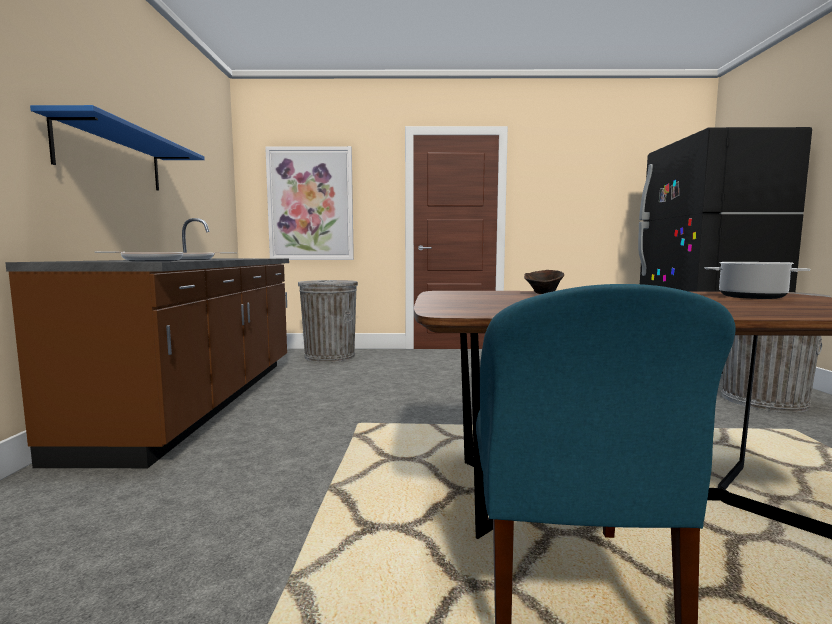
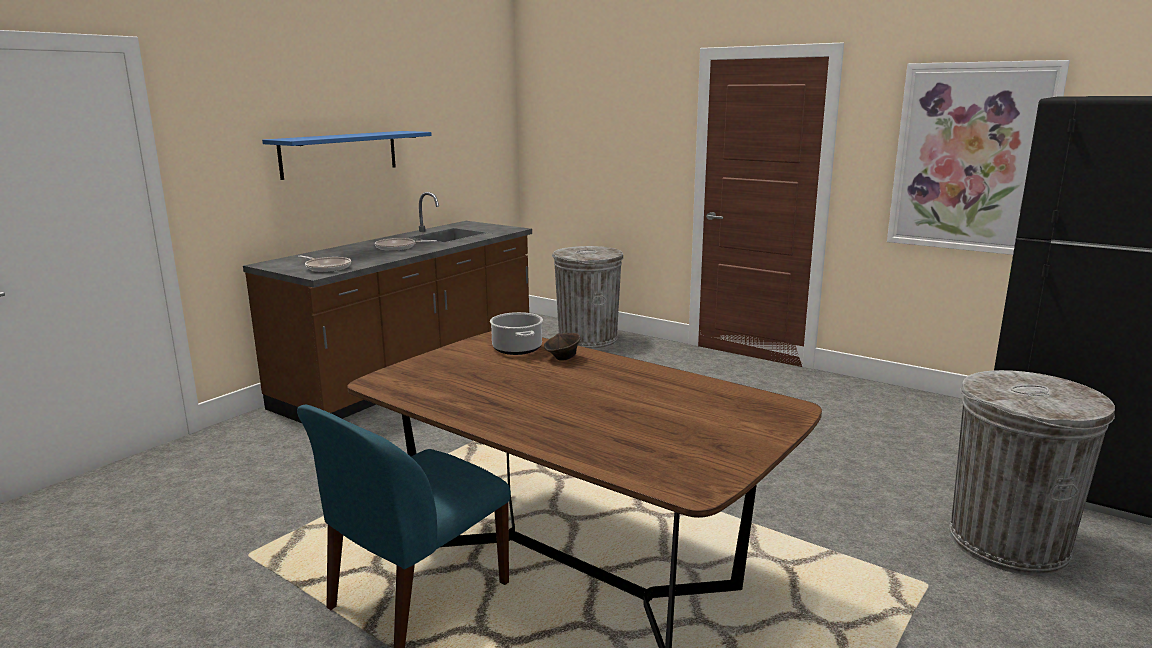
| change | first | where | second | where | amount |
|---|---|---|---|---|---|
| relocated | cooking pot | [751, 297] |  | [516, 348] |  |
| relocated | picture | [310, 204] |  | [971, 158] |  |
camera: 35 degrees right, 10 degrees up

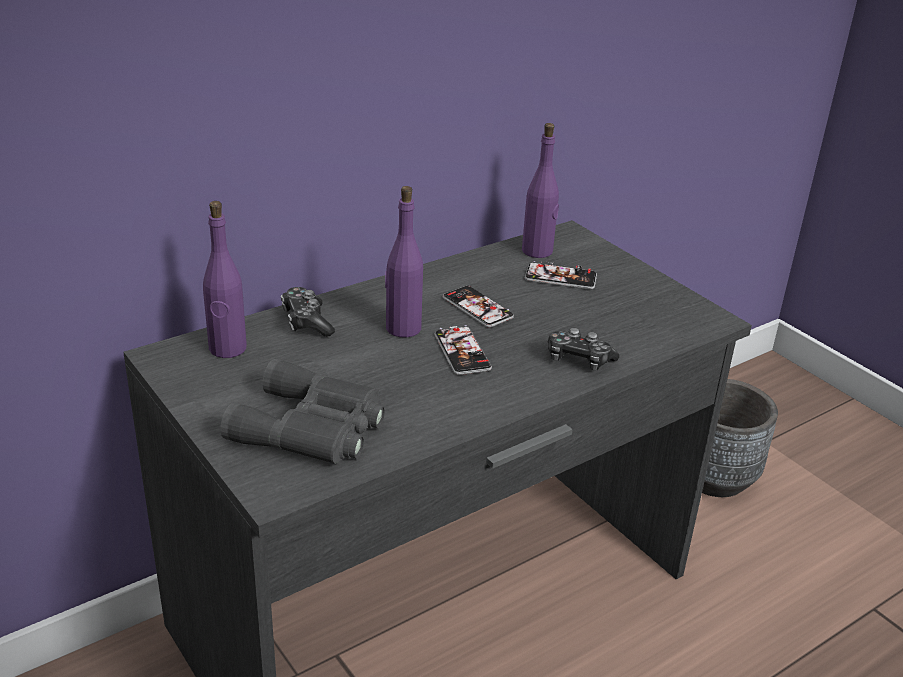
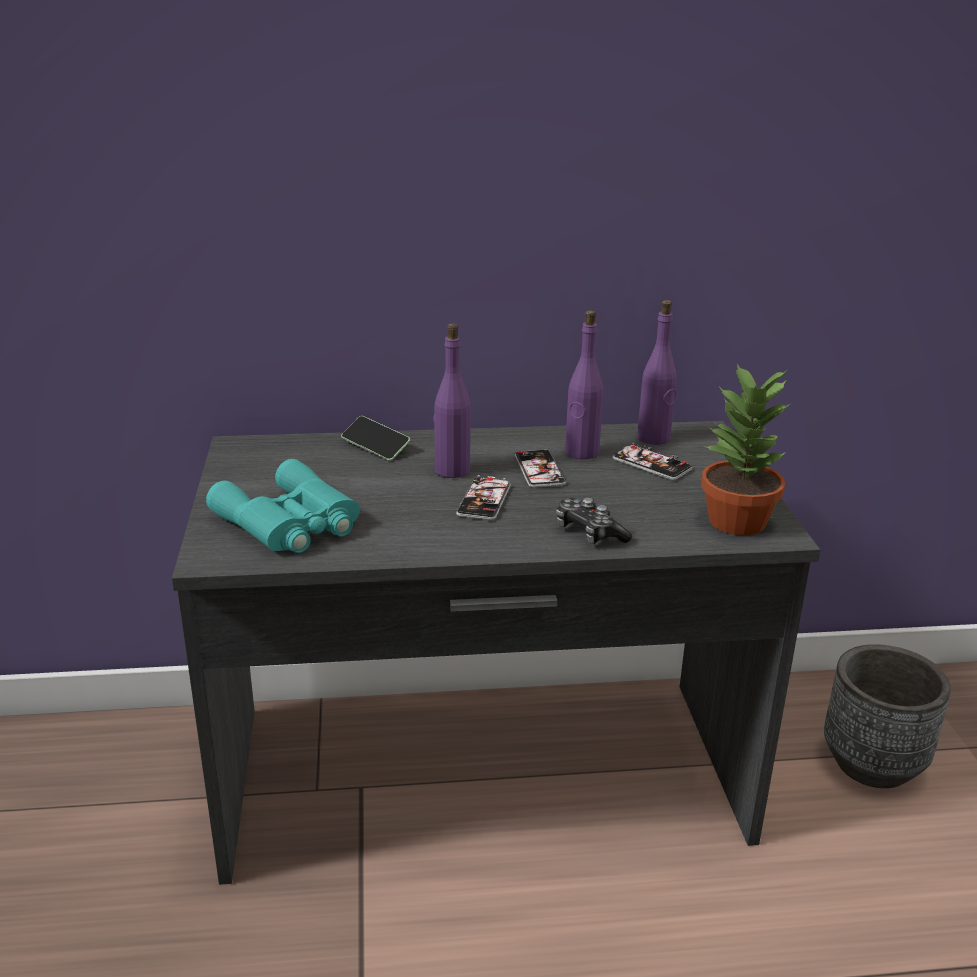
| change | first | where | second | where | amount |
|---|---|---|---|---|---|
| colour | grey binoculars | [312, 428] | turquoise binoculars | [290, 523] |  |
| exchanged | game controller | [306, 321] | phone | [375, 447] |  |
| relocated | purple bottle | [227, 349] |  | [581, 452] |  |
| appeared |  |  | potted plant | [737, 522] |  |
camera: 30 degrees right, 5 degrees down

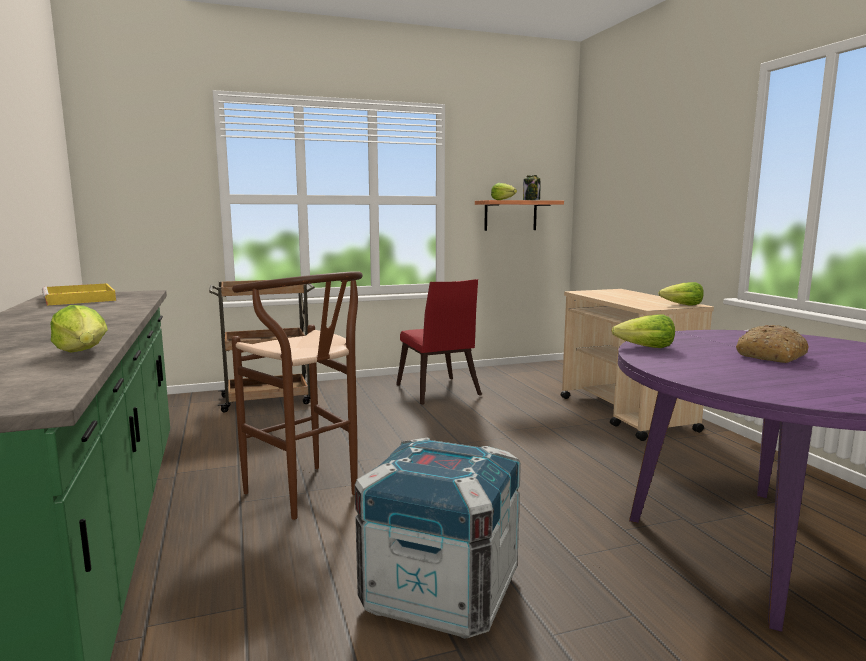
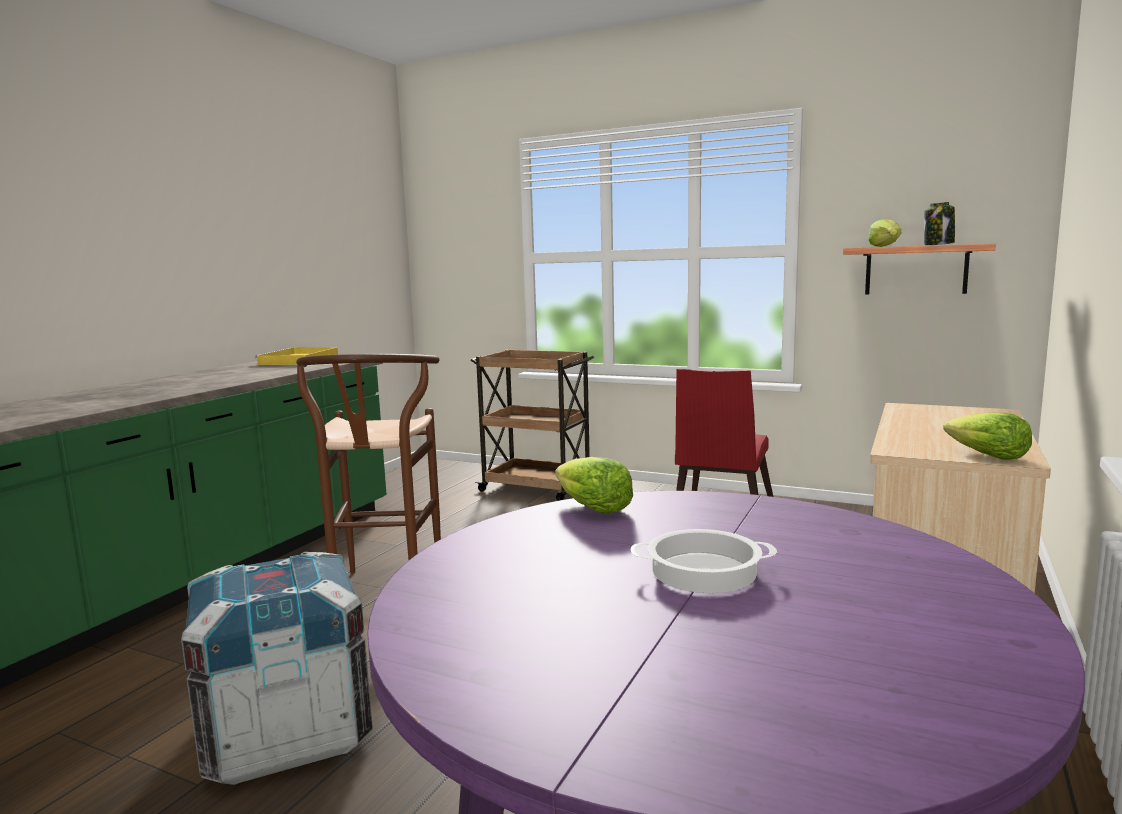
| change | first | where | second | where | amount |
|---|---|---|---|---|---|
| exchanged | bread | [770, 356] | cooking pot | [704, 571] |  |
| missing | lettuce | [84, 352] |  |  |  |
camera: 45 degrees right, 0 degrees up

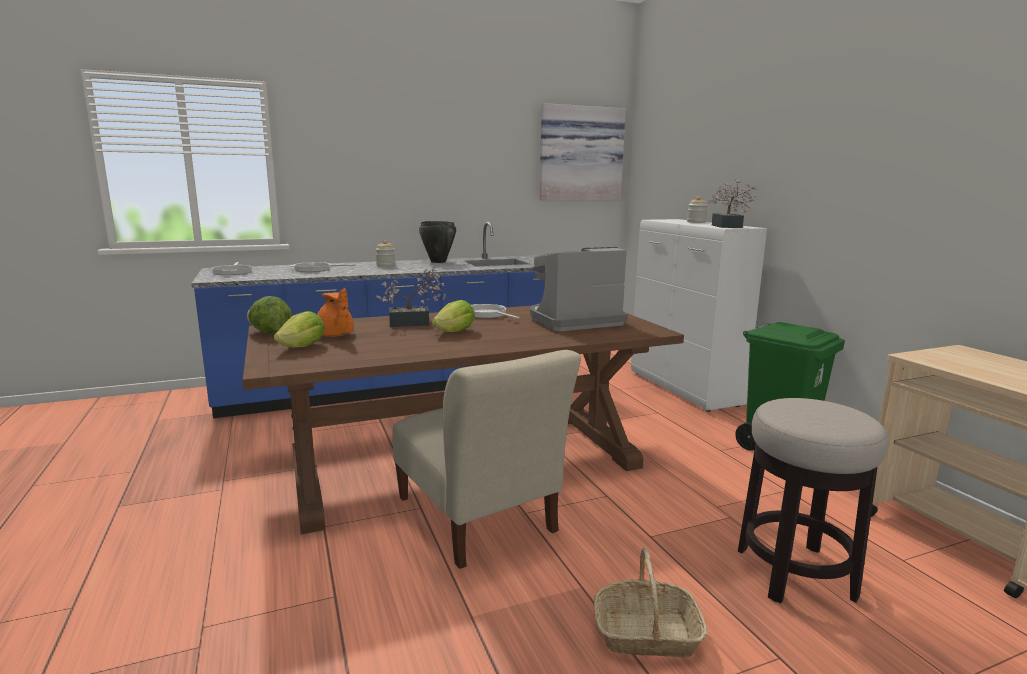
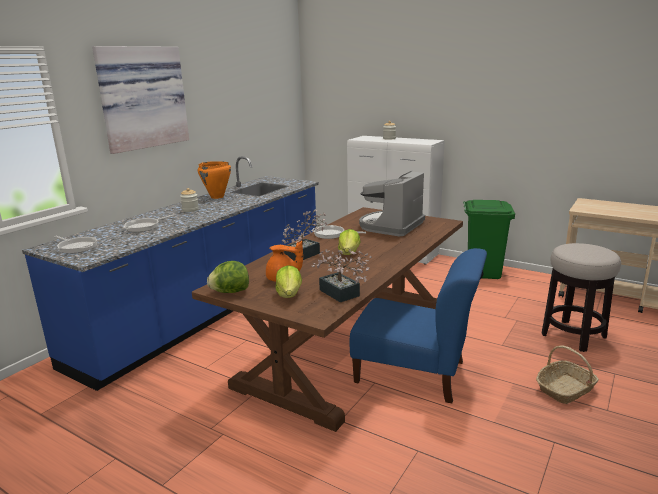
| change | first | where | second | where | amount |
|---|---|---|---|---|---|
| relocated | picture | [580, 154] |  | [141, 97] |  |
| colour | black cooking pot | [438, 262] | orange cooking pot | [217, 197] |  |
| relocated | potted plant | [727, 227] |  | [341, 294] |  |
| colour | beige chair | [477, 519] | blue chair | [415, 374] |  |
camera: 35 degrees left, 5 degrees up

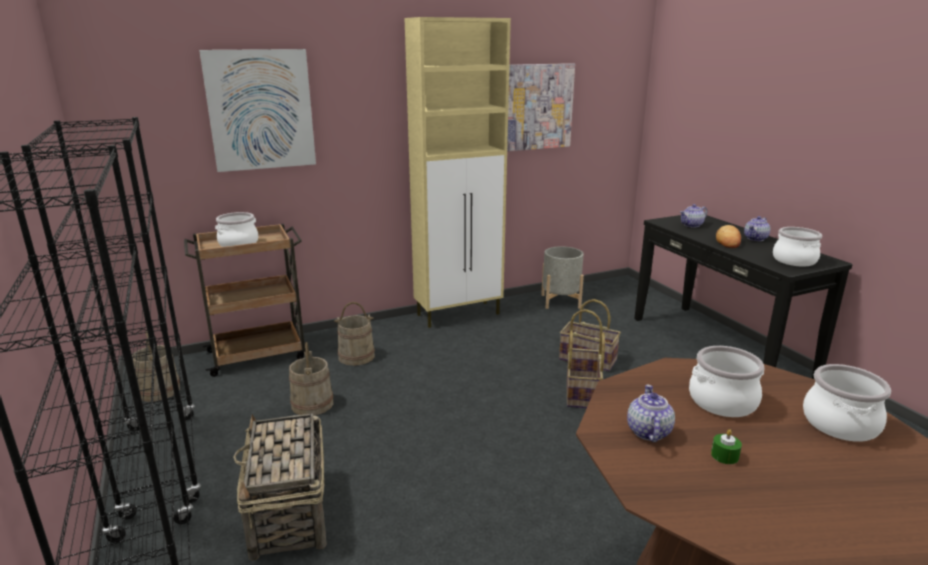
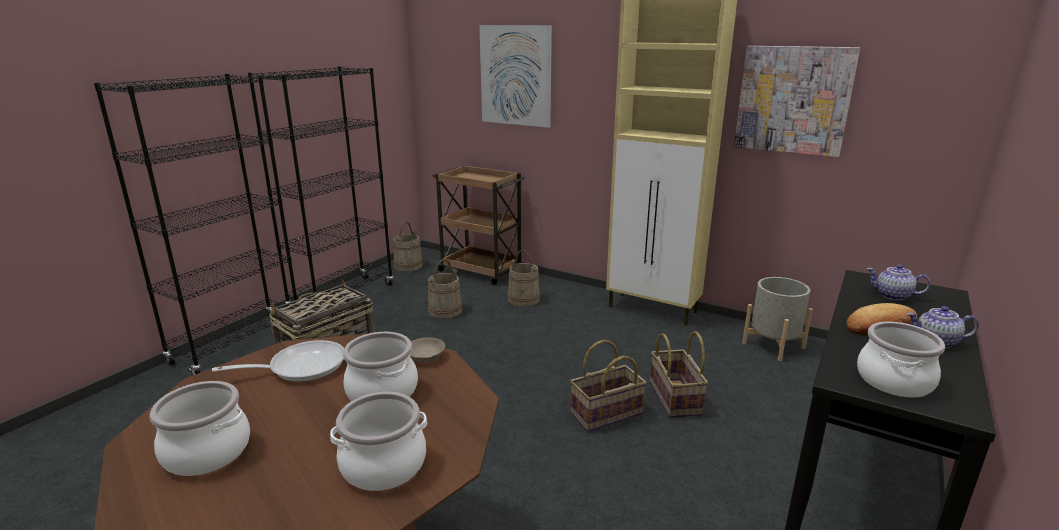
| change | first | where | second | where | amount |
|---|---|---|---|---|---|
| relocated | cooking pot | [238, 243] |  | [207, 451] |  |
| exchanged | teapot | [648, 431] | frying pan | [301, 367] |  |
| appeared |  |  | beige bowl | [426, 357] |  |
| missing | green candle | [724, 456] |  |  |  |
camera: 55 degrees right, 0 degrees up

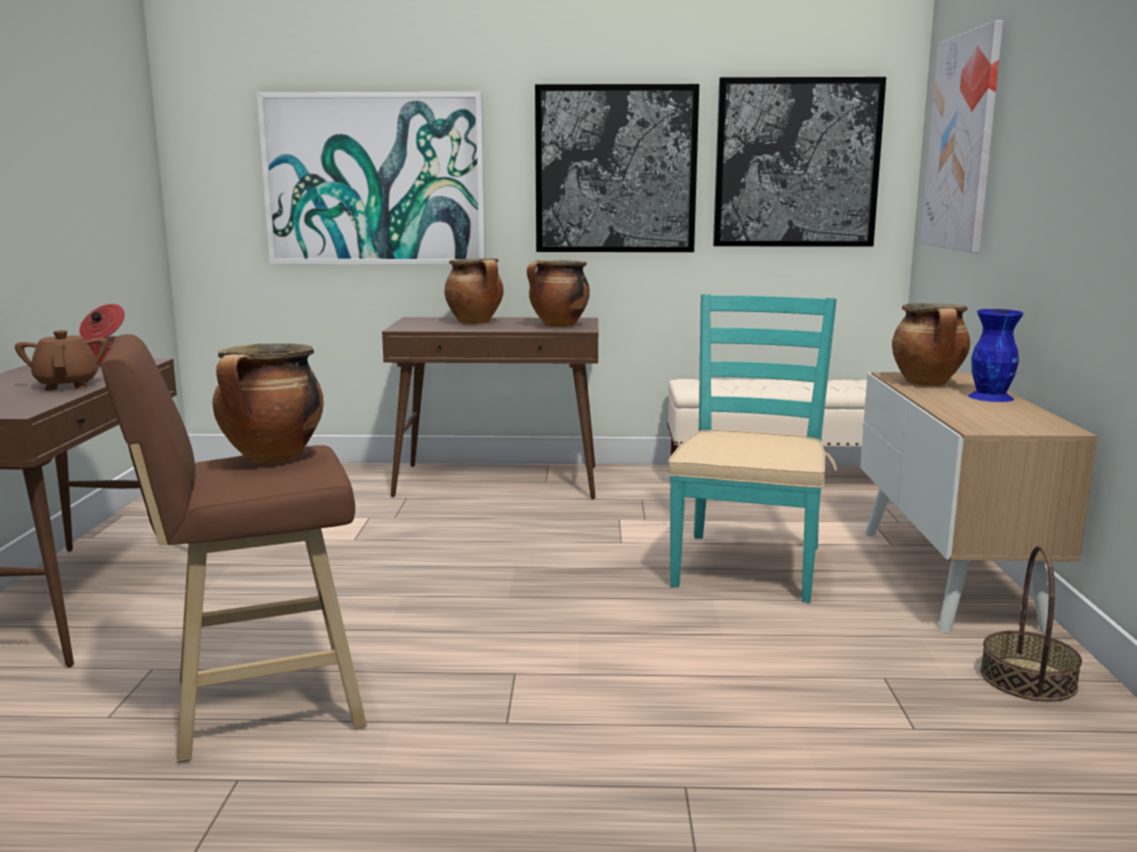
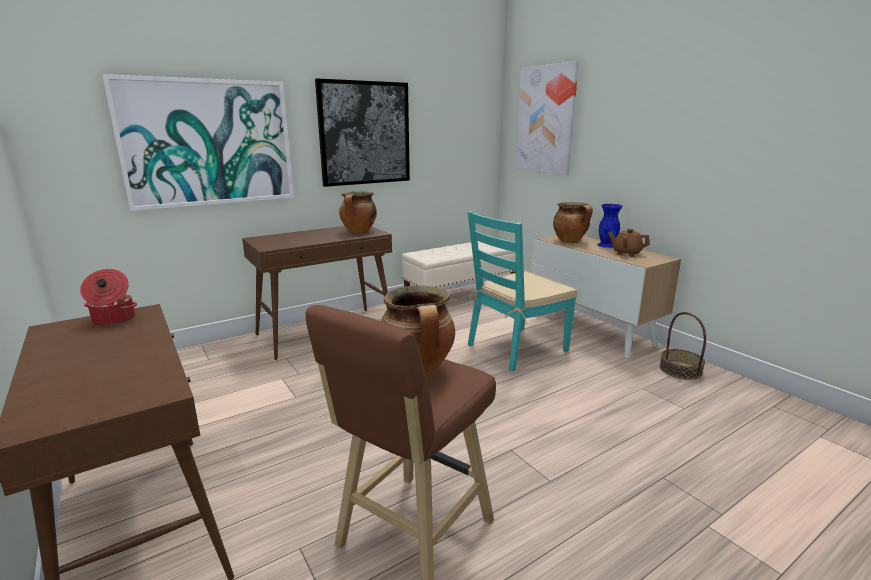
| change | first | where | second | where | amount |
|---|---|---|---|---|---|
| spun | turquoise chair | [747, 565] |  | [516, 348] | 105 degrees counterclockwise |
| relocated | brown teapot | [67, 385] |  | [626, 253] |  |
| missing | cooking pot | [476, 322] |  |  |  |
| missing | picture | [796, 163] |  |  |  |
camera: 35 degrees left, 5 degrees up

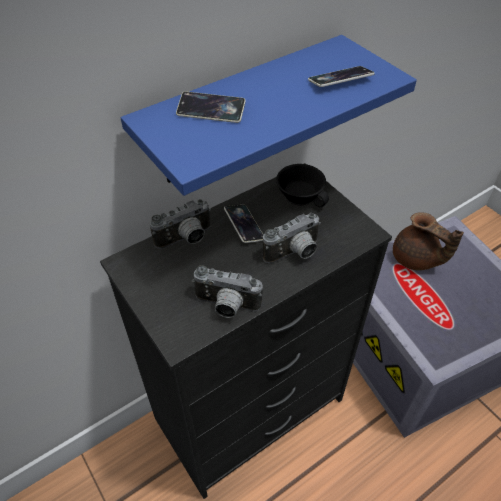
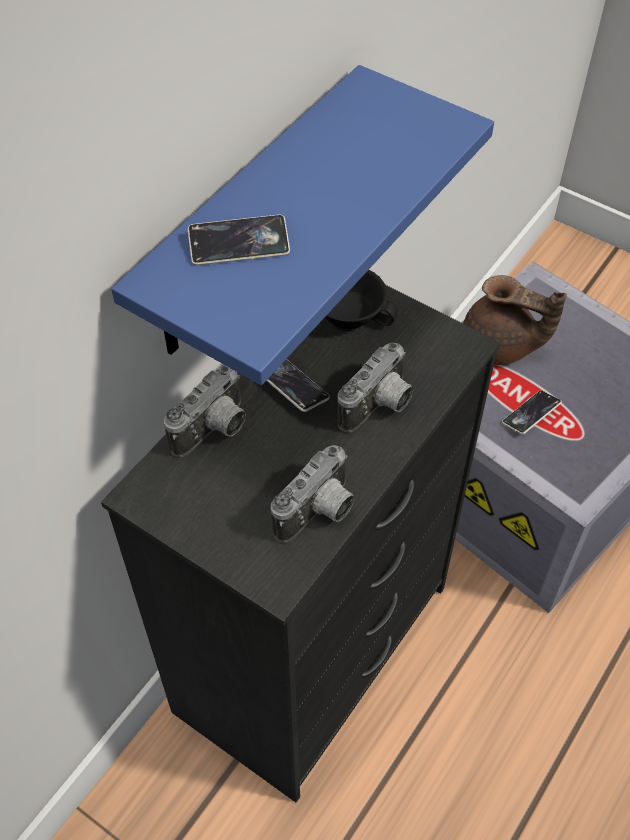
| change | first | where | second | where | amount |
|---|---|---|---|---|---|
| spun | photo camera | [226, 306] |  | [319, 513] | 45 degrees counterclockwise |
| relocated | phone | [340, 80] |  | [531, 414] |  |
camera: 20 degrees left, 5 degrees up

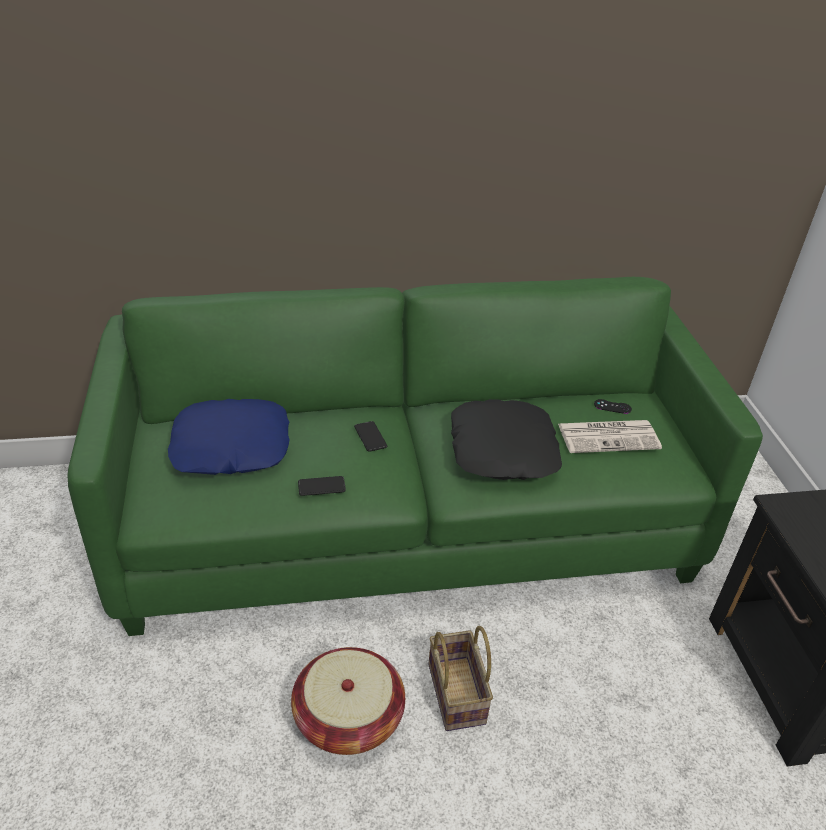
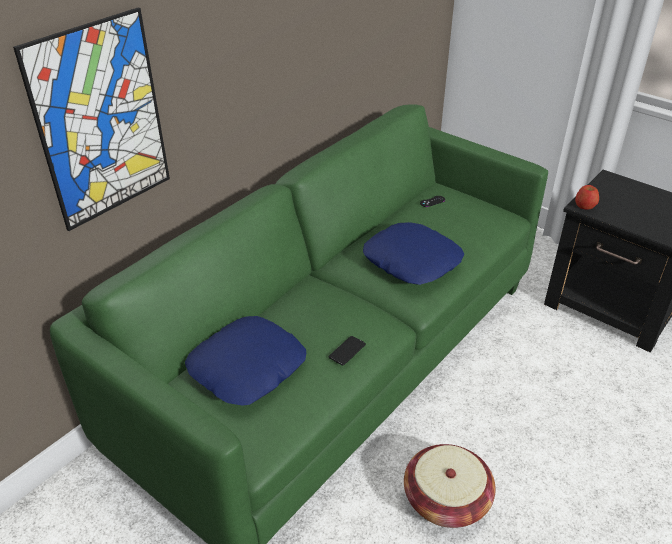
| change | first | where | second | where | amount |
|---|---|---|---|---|---|
| appeared |  |  | picture | [101, 121] |  |
| colour | black pillow | [504, 449] | blue pillow | [412, 261] |  |
| appeared |  |  | apple | [585, 205] |  |
| missing | phone | [370, 437] |  |  |  |
| missing | basket | [458, 695] |  |  |  |
| missing | newspaper | [609, 436] |  |  |  |
camera: 40 degrees left, 0 degrees up

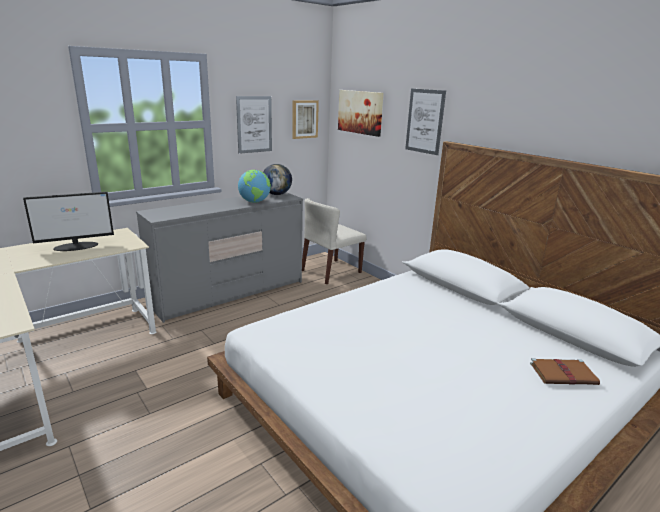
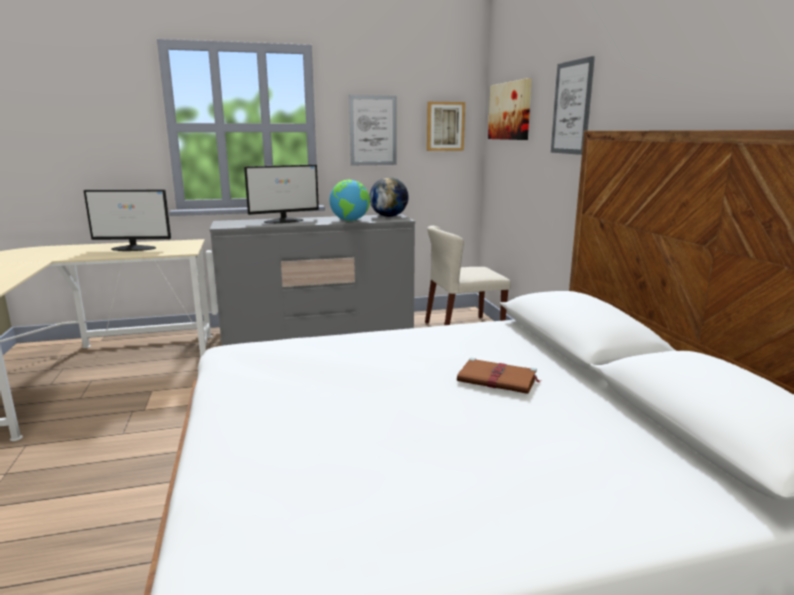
| change | first | where | second | where | amount |
|---|---|---|---|---|---|
| appeared |  |  | monitor | [284, 221] |  |
| relocated | brown book | [564, 374] |  | [498, 379] |  |
camera: 25 degrees right, 5 degrees down

